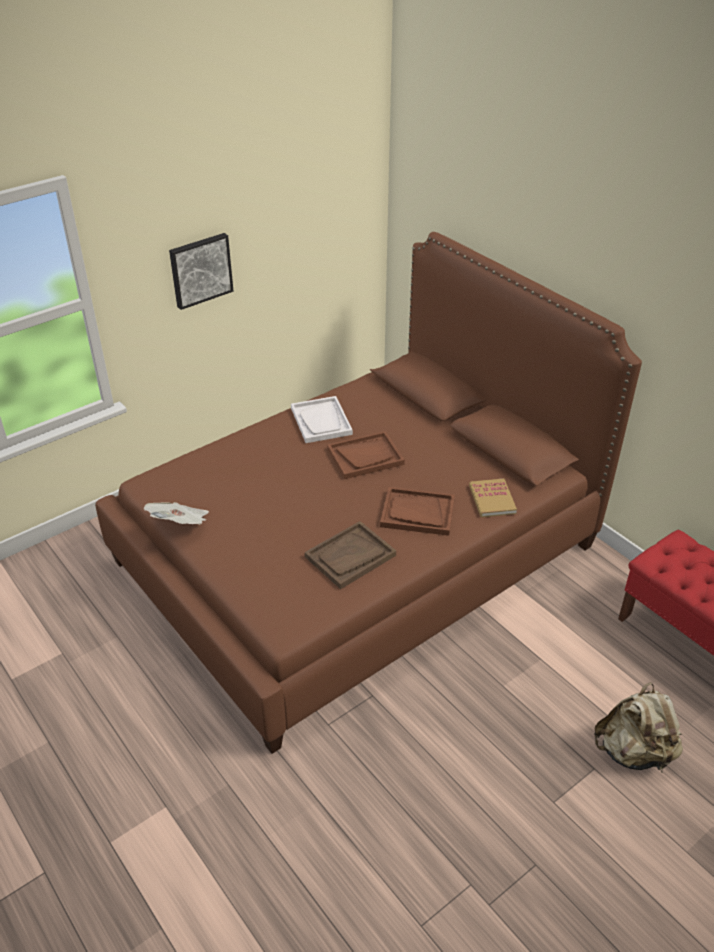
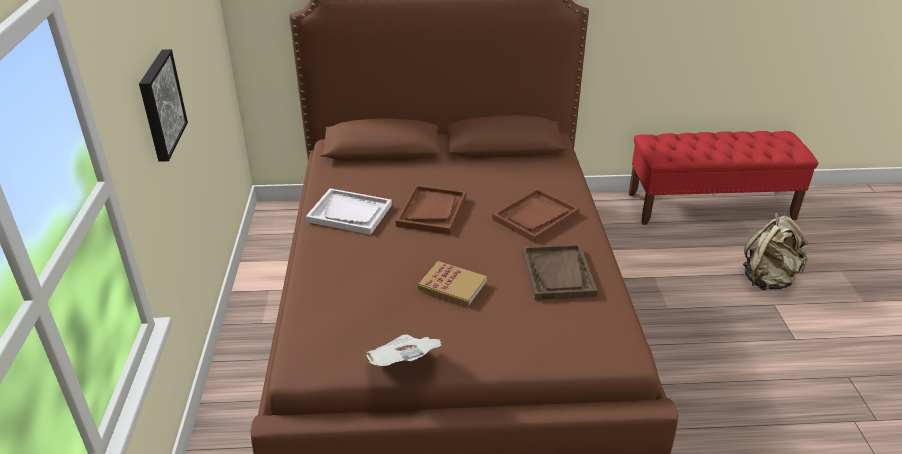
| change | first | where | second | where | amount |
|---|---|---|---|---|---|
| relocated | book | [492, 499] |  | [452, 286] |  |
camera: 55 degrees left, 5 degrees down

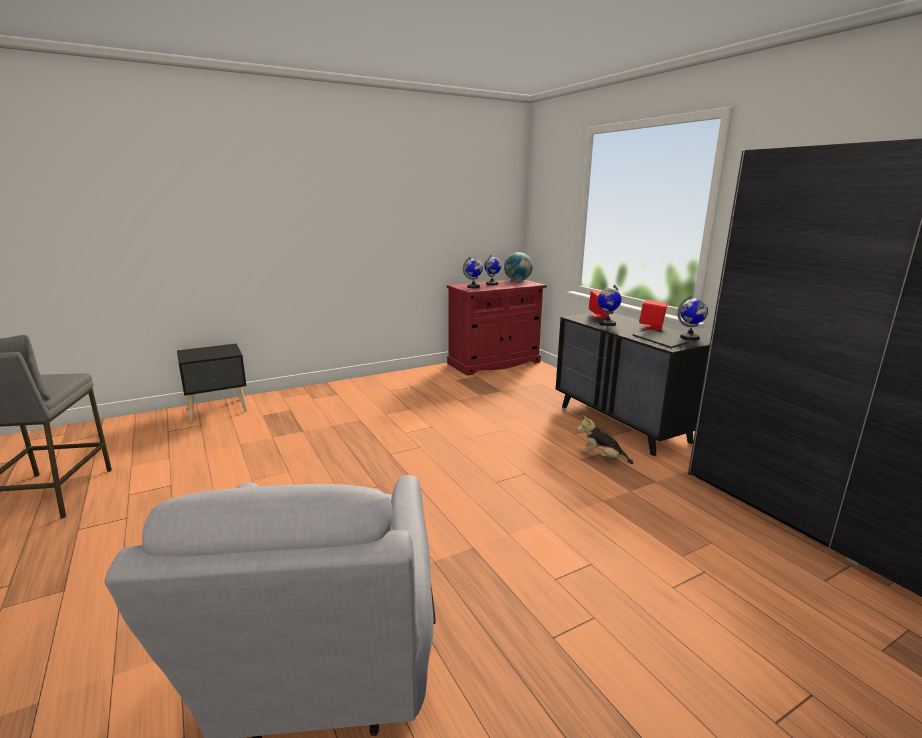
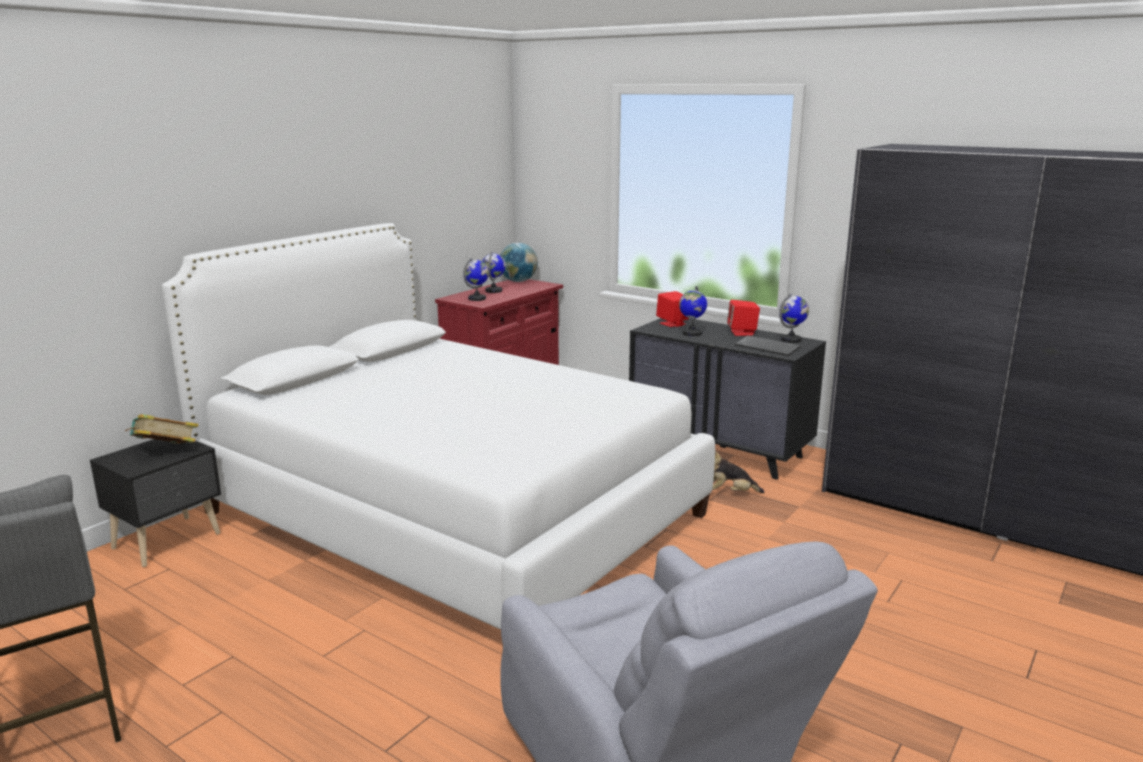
| change | first | where | second | where | amount |
|---|---|---|---|---|---|
| appeared |  |  | book | [165, 452] |  |
| appeared |  |  | white bed | [453, 513] |  |
camera: 25 degrees left, 0 degrees up

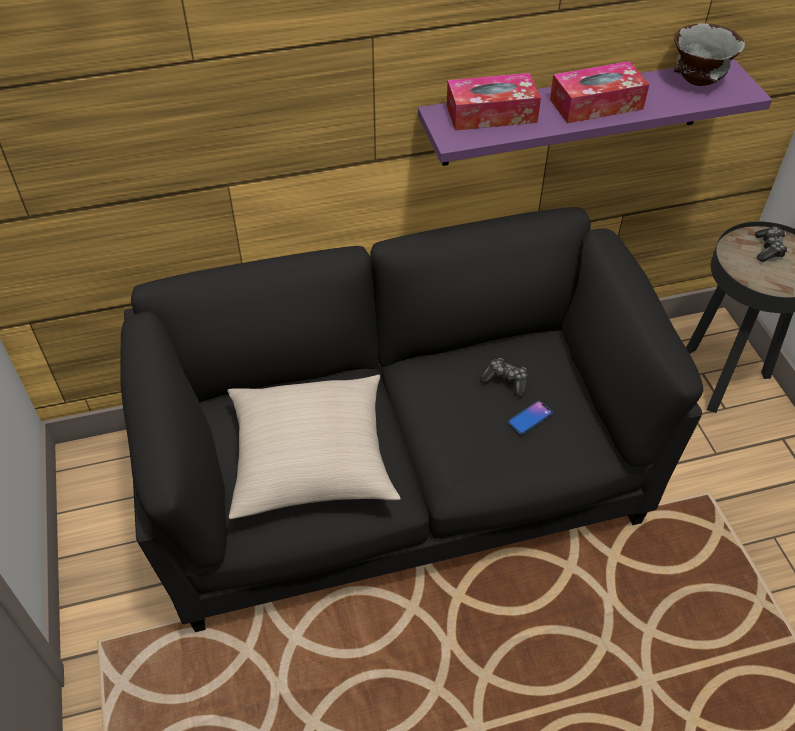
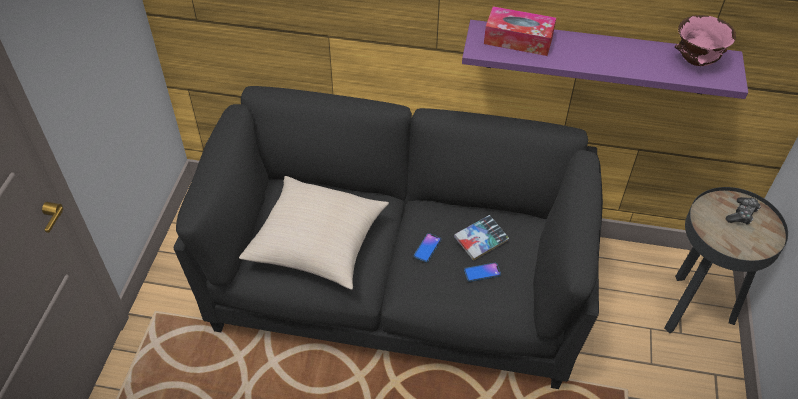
| change | first | where | second | where | amount |
|---|---|---|---|---|---|
| appeared |  |  | phone | [427, 248] |  |
| exchanged | game controller | [505, 381] | book | [481, 240] |  |
| colour | grey bowl | [697, 82] | pink bowl | [695, 61] |  |
| missing | tissue box | [596, 104] |  |  |  |
camera: 25 degrees right, 0 degrees up

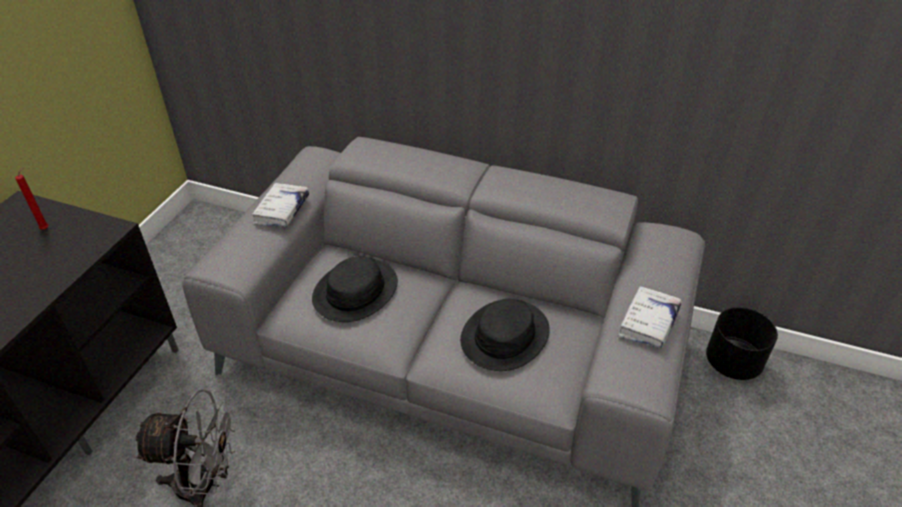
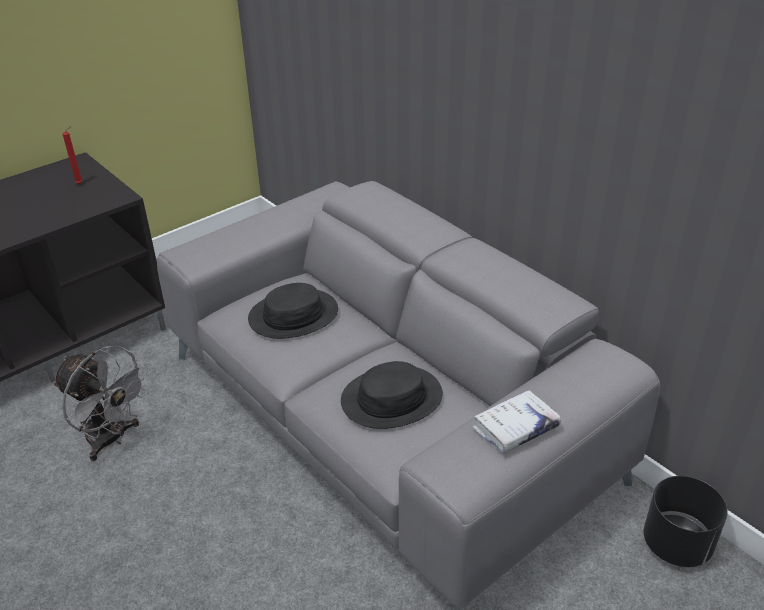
| change | first | where | second | where | amount |
|---|---|---|---|---|---|
| missing | white book | [282, 210] |  |  |  |
camera: 30 degrees right, 5 degrees down

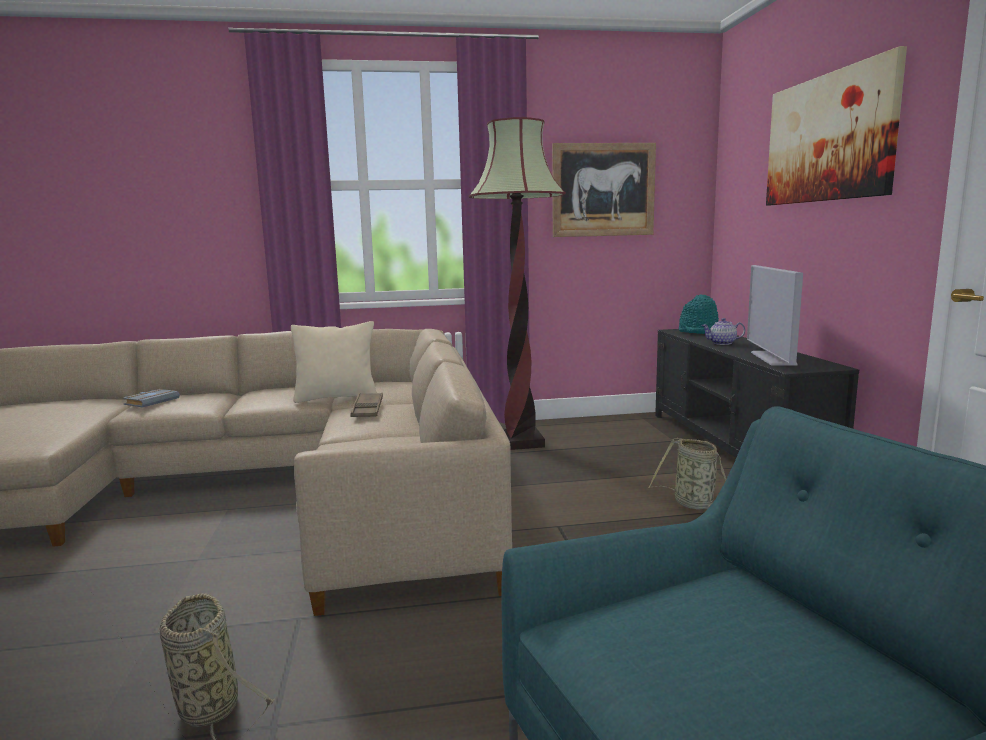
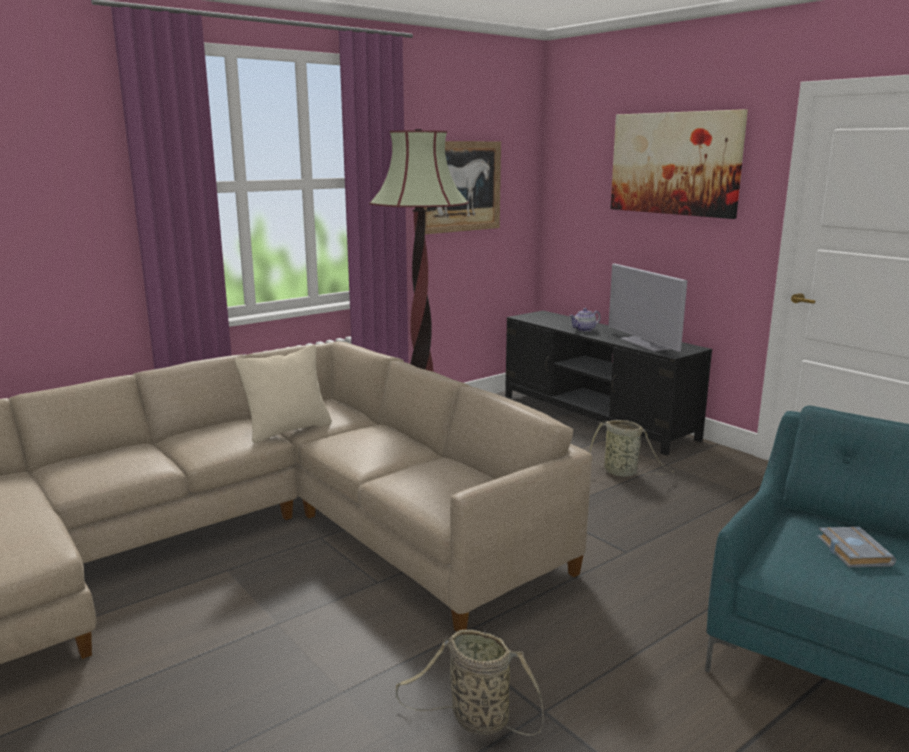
| change | first | where | second | where | amount |
|---|---|---|---|---|---|
| relocated | grey book | [152, 401] |  | [851, 551] |  |
| missing | brown tray | [367, 409] |  |  |  |
| missing | turquoise hat | [699, 332] |  |  |  |
camera: 30 degrees left, 5 degrees up

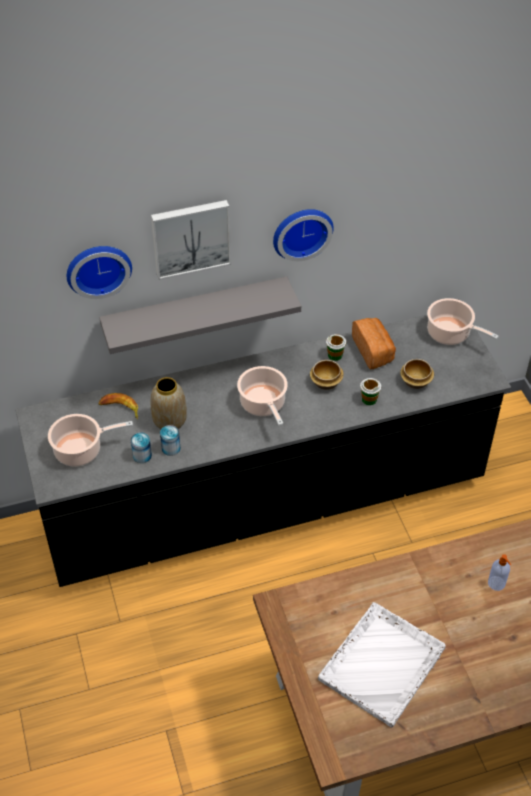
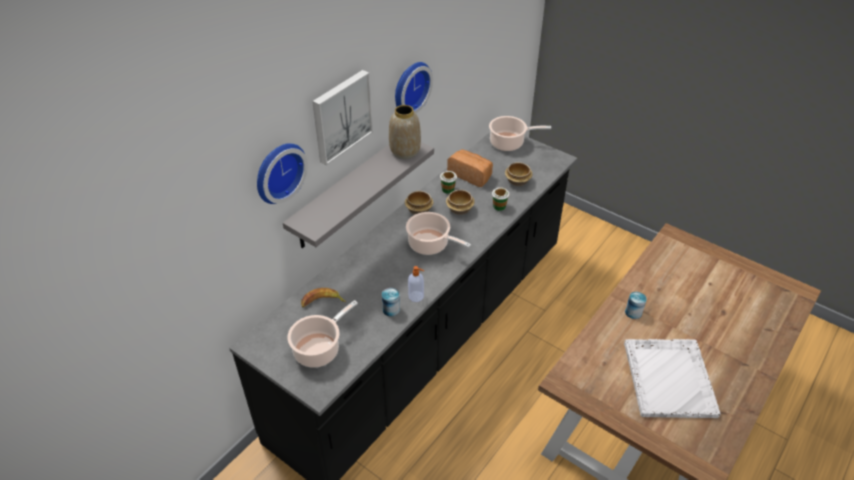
| change | first | where | second | where | amount |
|---|---|---|---|---|---|
| relocated | vase | [170, 422] |  | [405, 152] |  |
| appeared |  |  | bowl | [418, 210] |  |
| relocated | soap dispenser | [497, 584] |  | [416, 296] |  |
| relocated | can | [142, 455] |  | [633, 312] |  |
camera: 35 degrees left, 5 degrees down

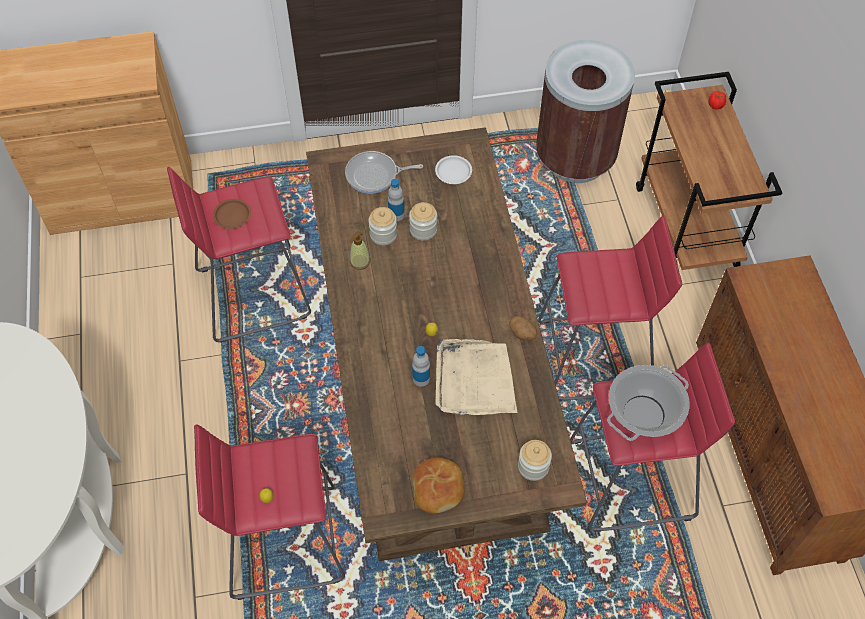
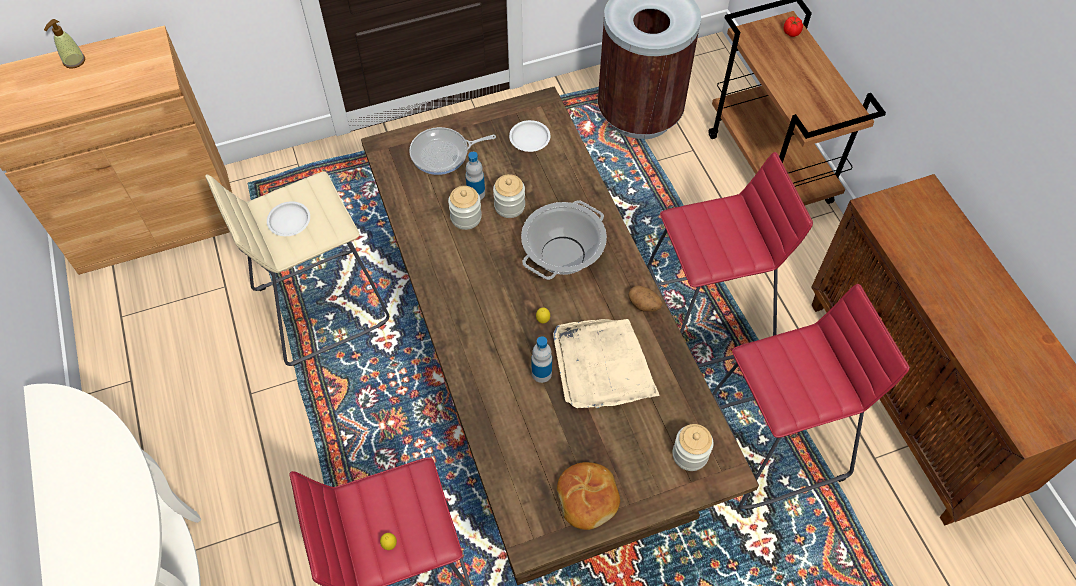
| change | first | where | second | where | amount |
|---|---|---|---|---|---|
| relocated | soap dispenser | [359, 262] |  | [74, 61] |  |
| colour | red stool | [251, 293] | beige stool | [319, 306] |  |
| colour | brown plate | [232, 215] | white plate | [289, 221] |  |
| relocated | cooking pot | [643, 414] |  | [563, 254] |  |
camera: 10 degrees left, 0 degrees up

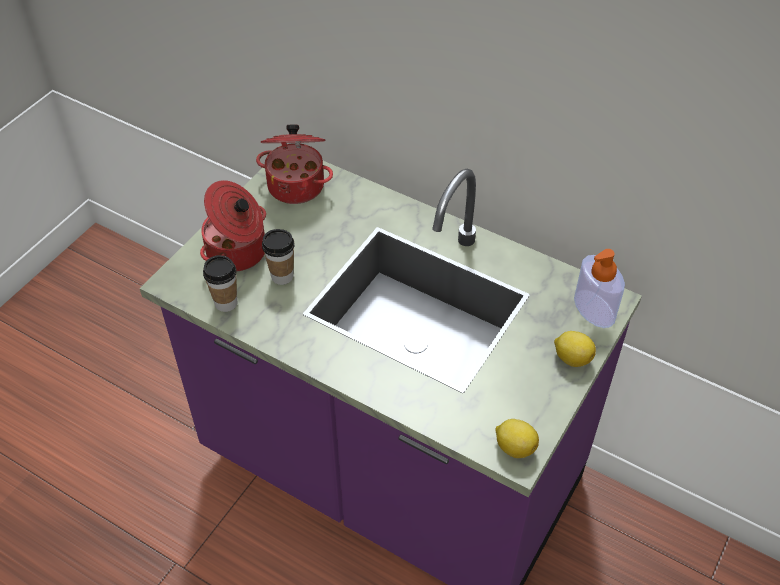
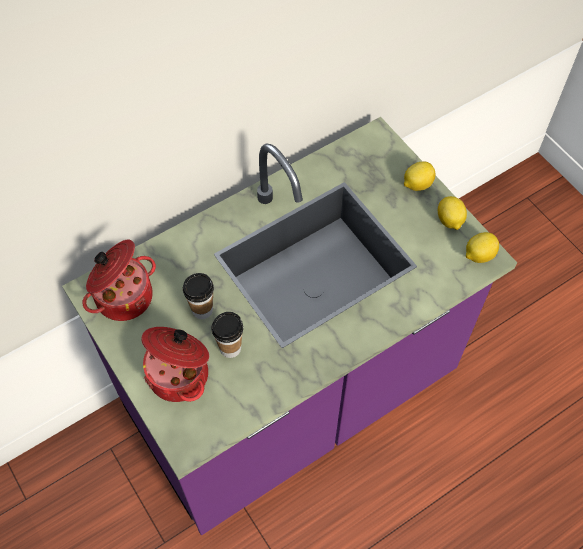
| change | first | where | second | where | amount |
|---|---|---|---|---|---|
| relocated | cup | [226, 303] |  | [202, 310] |  |
| appeared |  |  | lemon | [449, 221] |  |
| missing | soap dispenser | [594, 309] |  |  |  |
camera: 65 degrees left, 10 degrees up

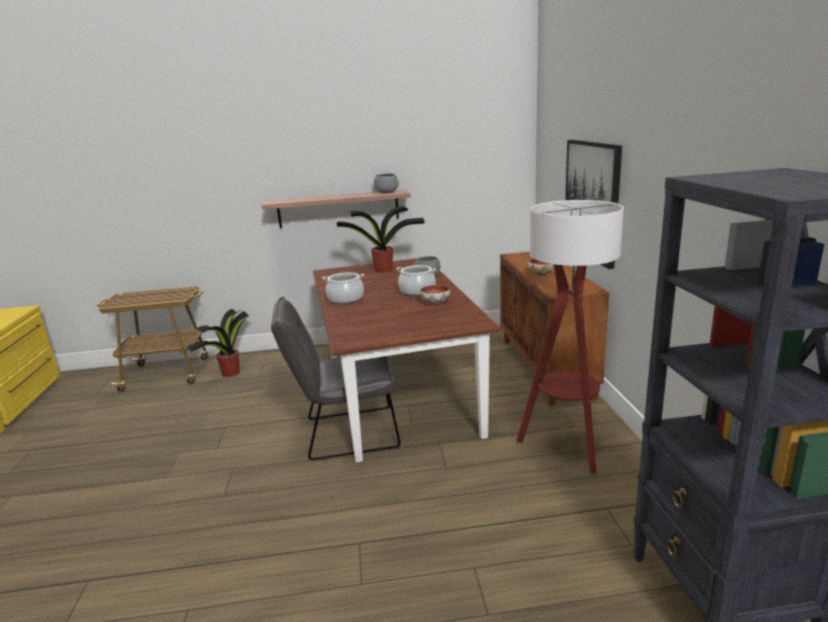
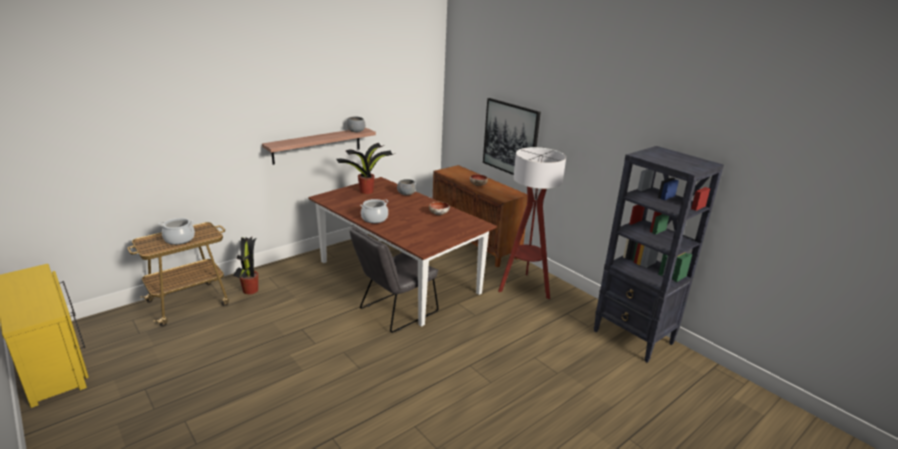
| change | first | where | second | where | amount |
|---|---|---|---|---|---|
| relocated | cooking pot | [417, 291] |  | [179, 239] |  |
camera: 35 degrees left, 5 degrees up

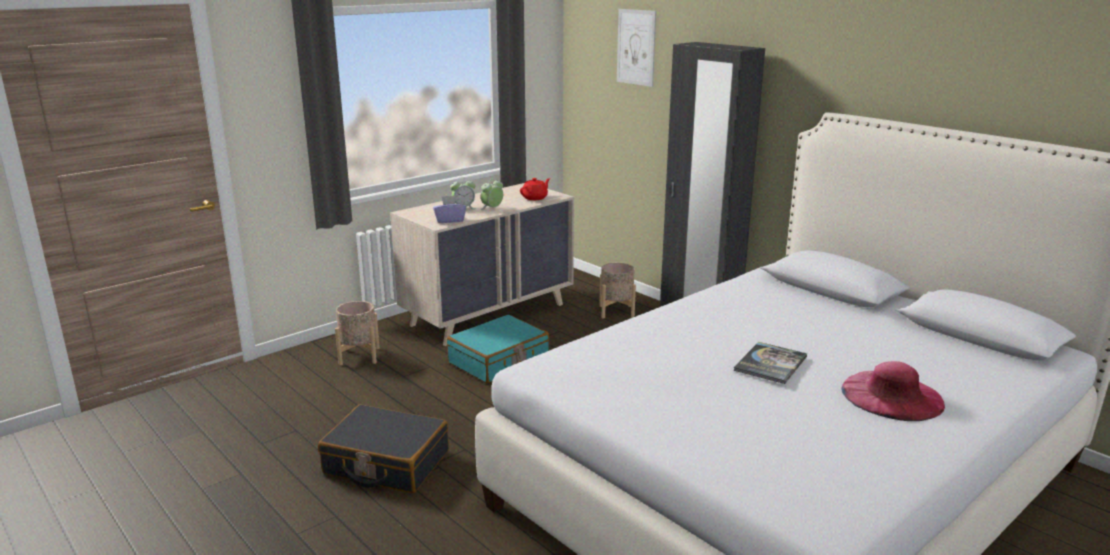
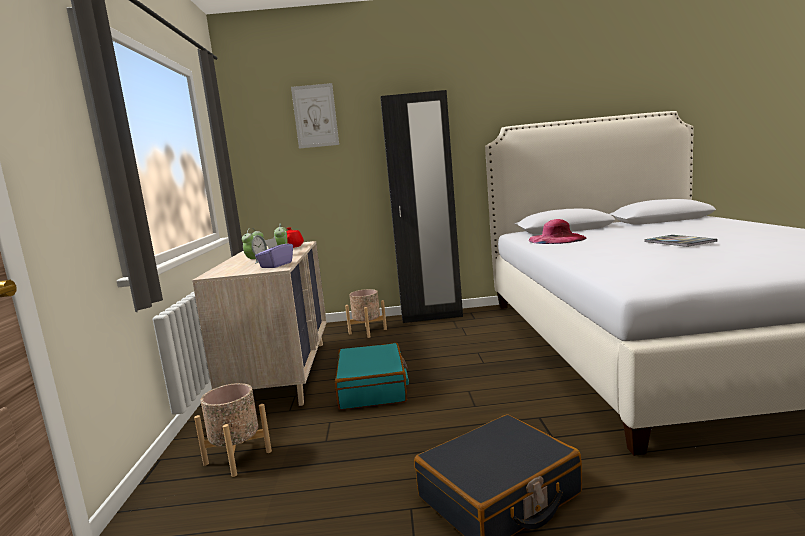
| change | first | where | second | where | amount |
|---|---|---|---|---|---|
| relocated | pink hat | [892, 395] |  | [557, 239] |  |
camera: 50 degrees left, 10 degrees down

